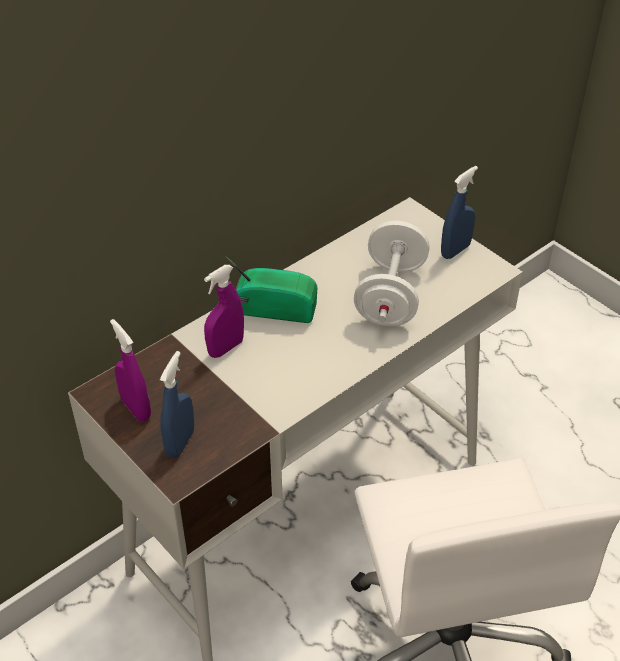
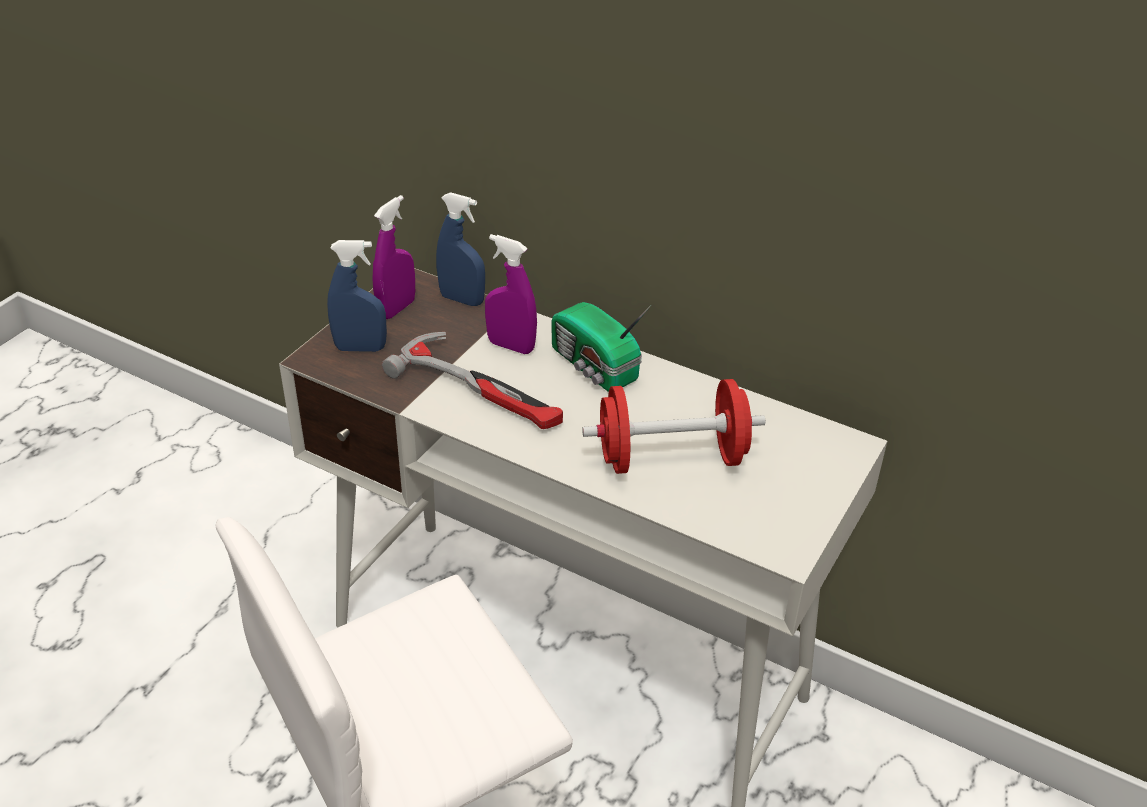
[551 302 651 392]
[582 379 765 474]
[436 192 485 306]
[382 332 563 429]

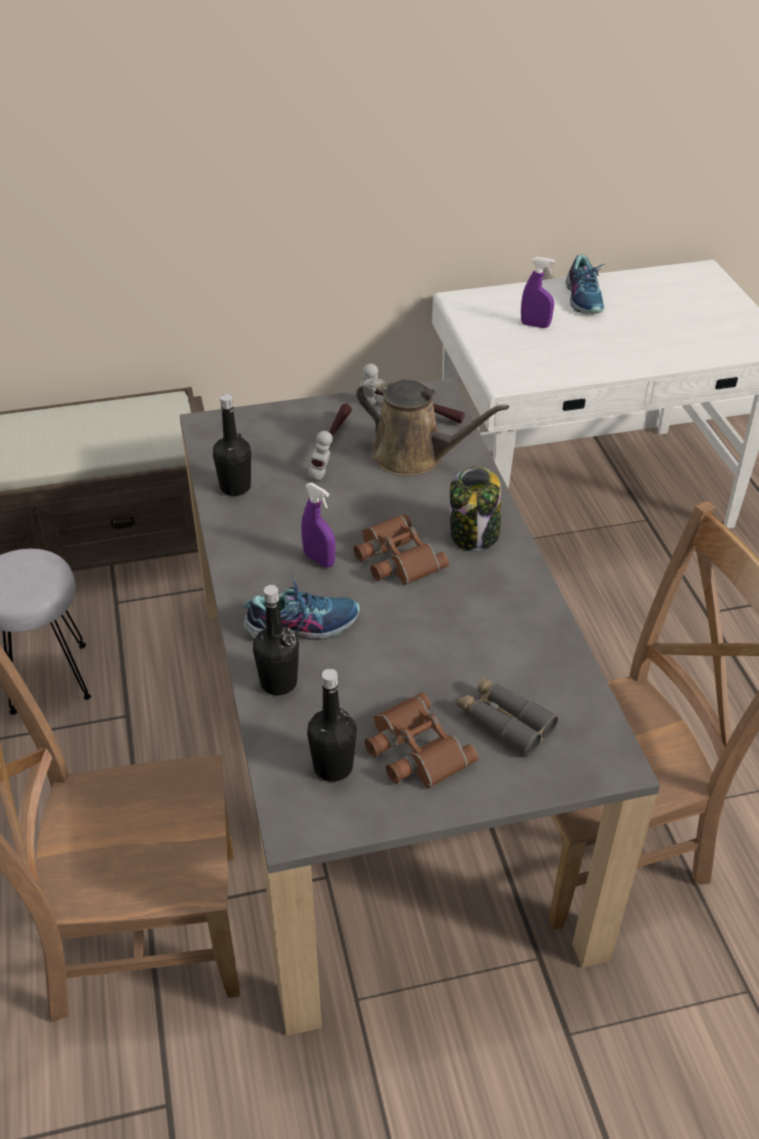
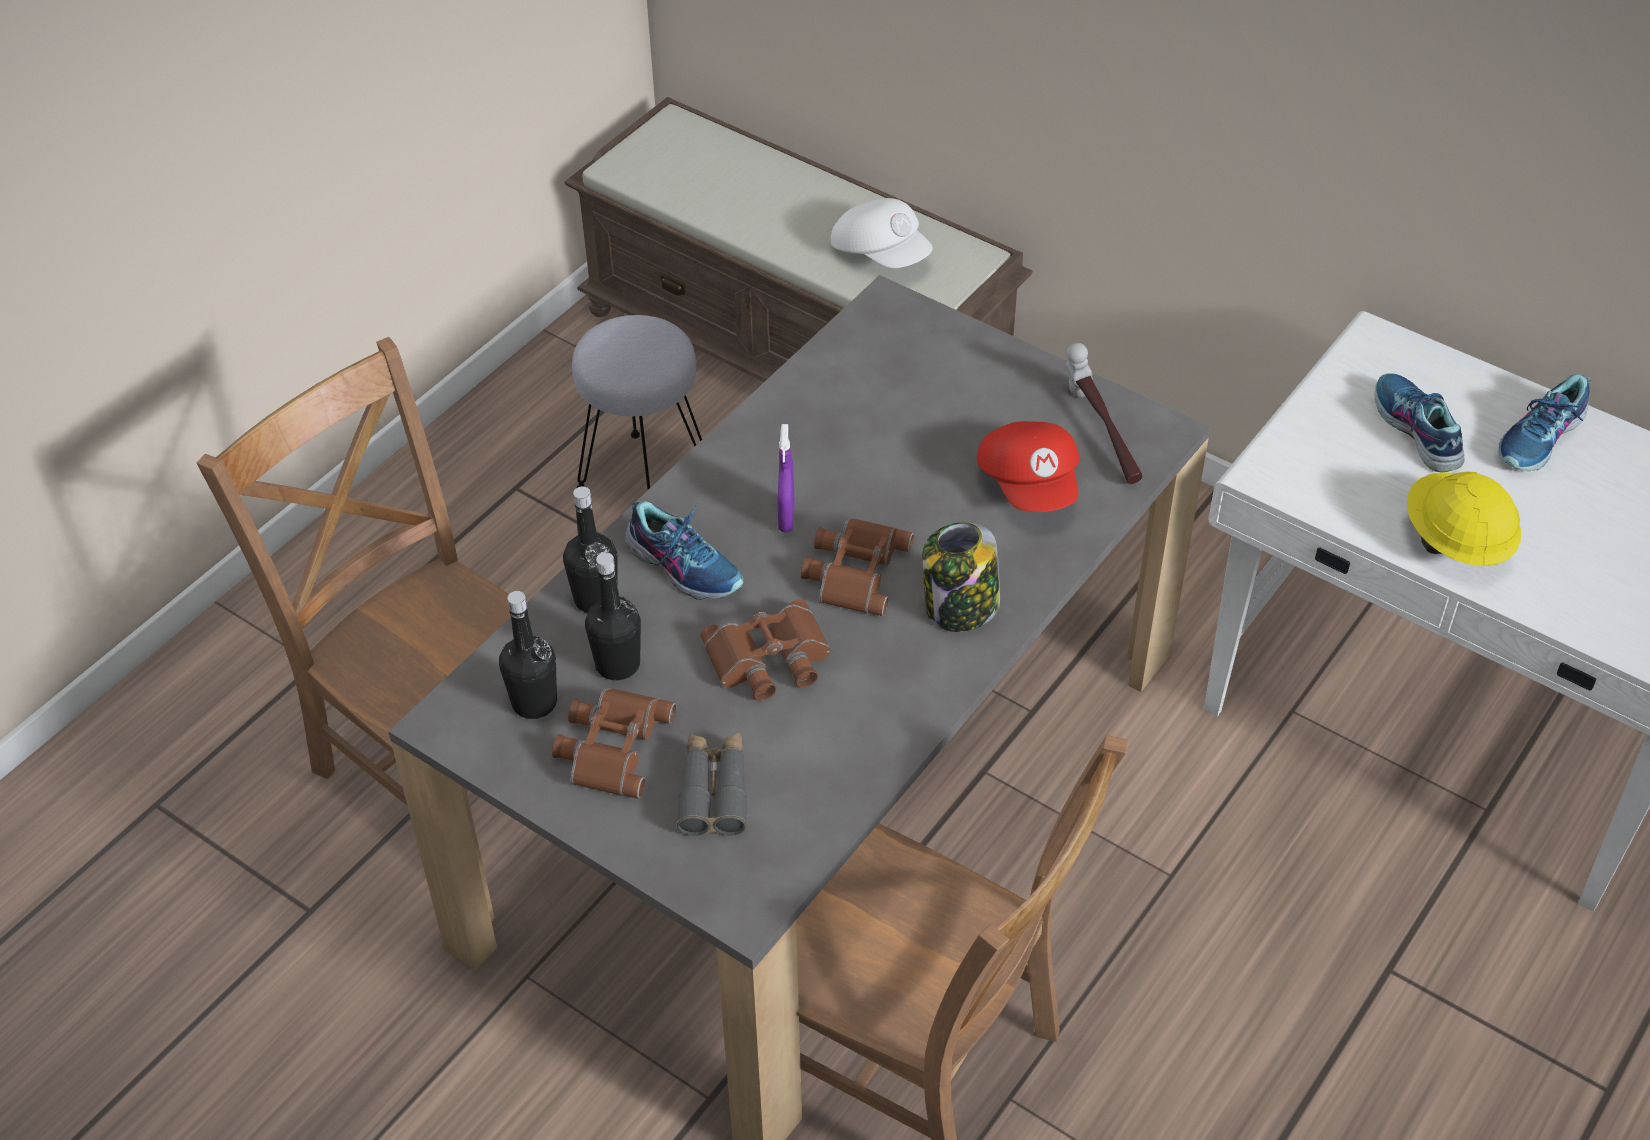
[585 552 641 680]
[308 404 352 480] (first image)
[977 421 1079 512]
[1374 373 1465 472]
[700 599 831 701]
[831 198 933 268]
[1407 472 1521 566]

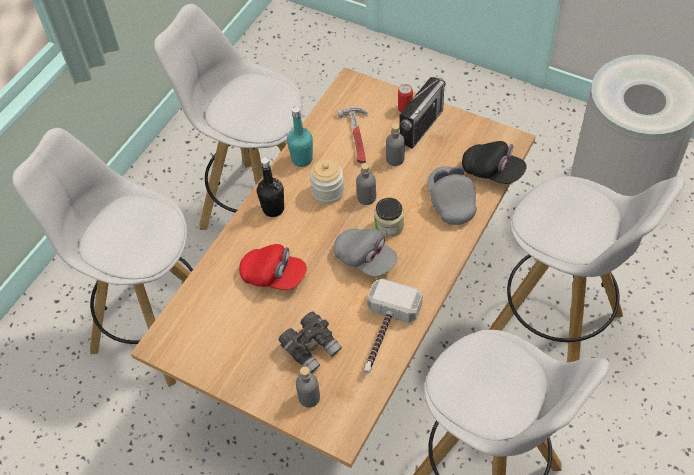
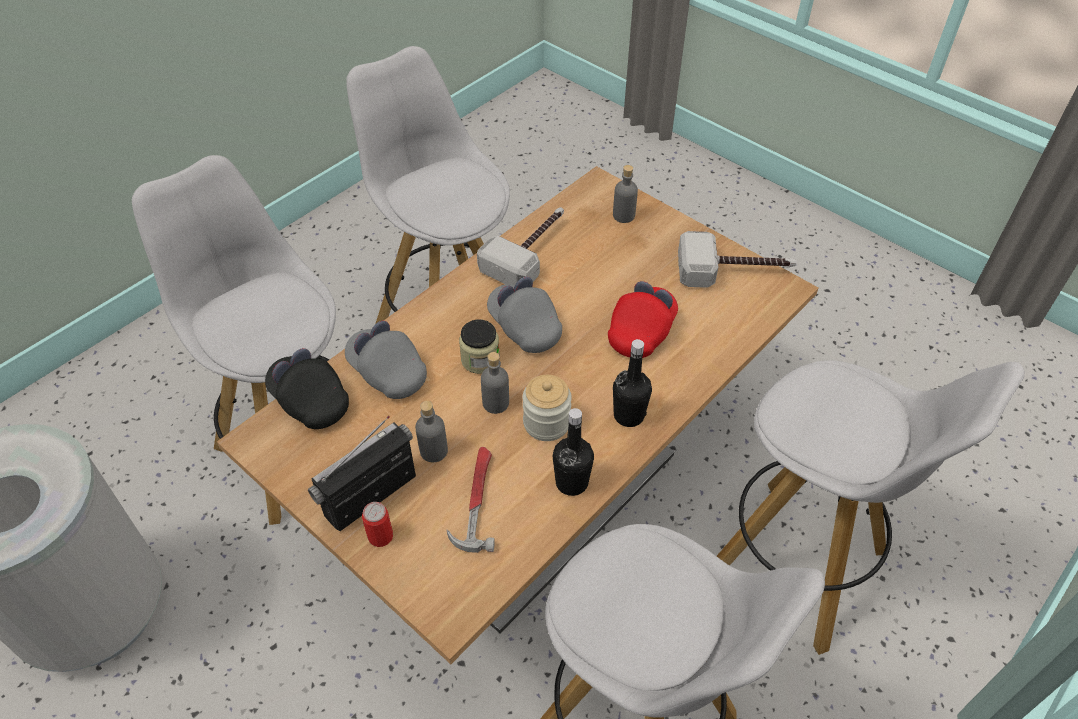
[608 281 678 358]
[278 311 342 373] (first image)
[553 408 594 496]
[345 321 427 399]
[678 231 796 288]

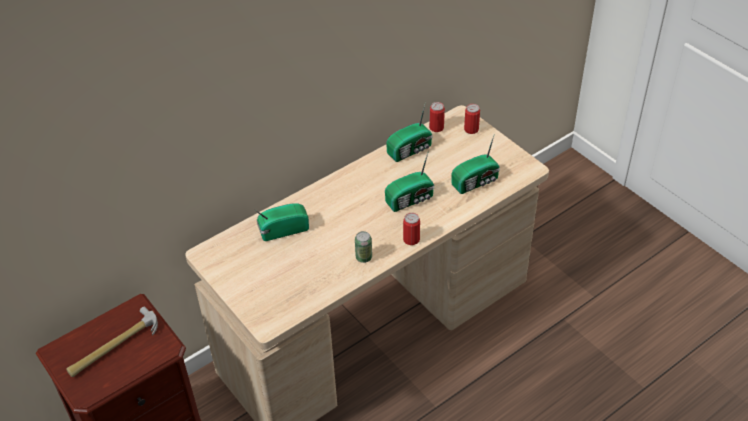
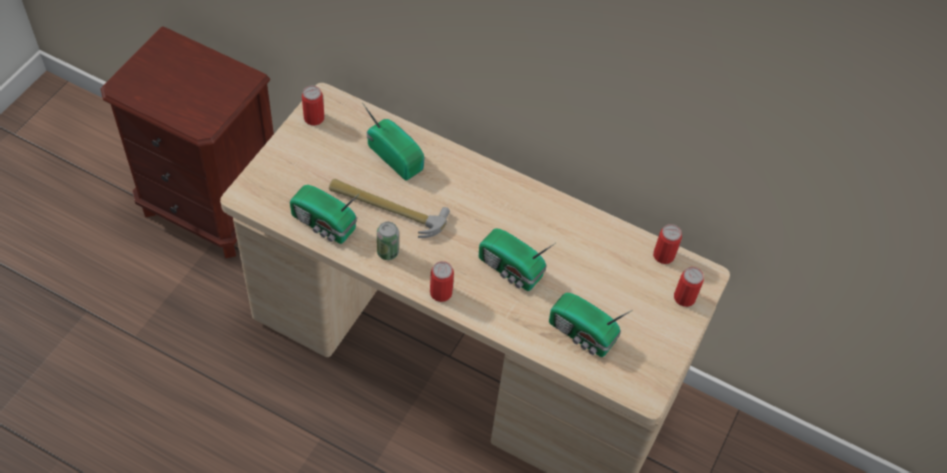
[329 179 450 238]
[290 185 360 244]
[302 86 324 125]

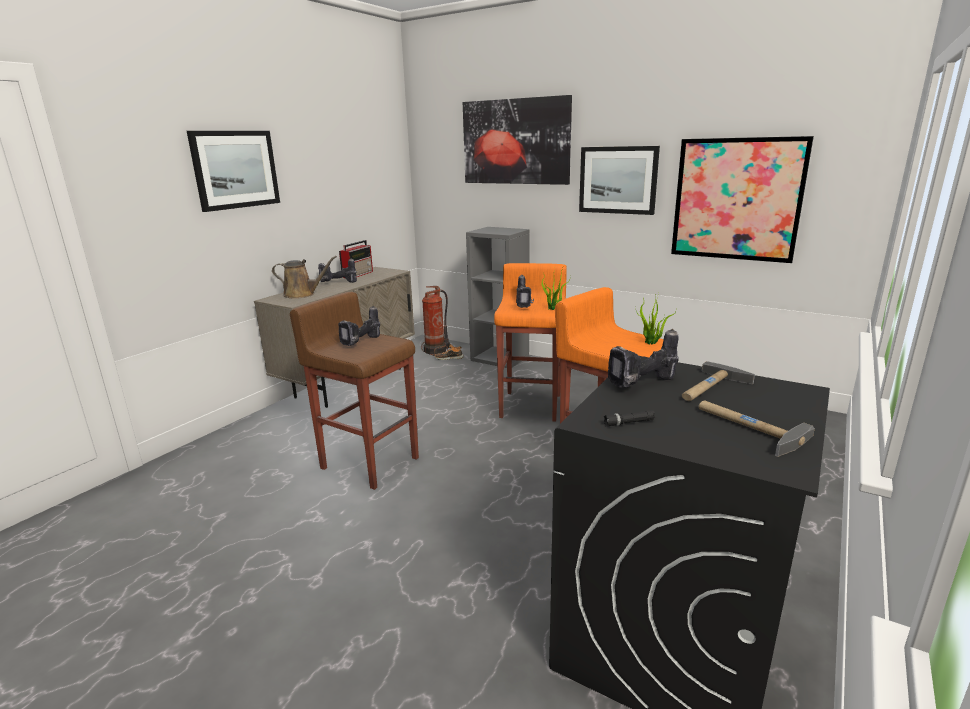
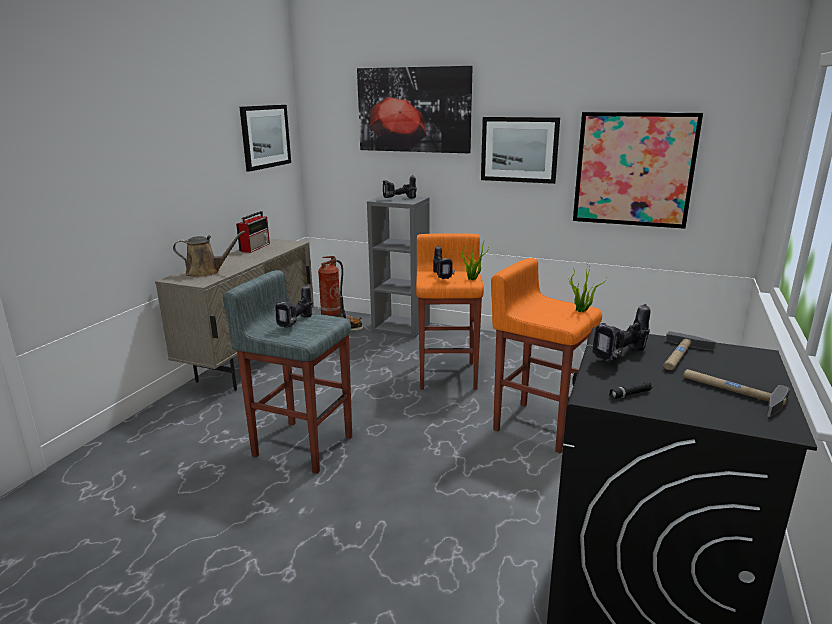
[240 105 291 172]
[223 270 352 474]
[383 175 417 199]

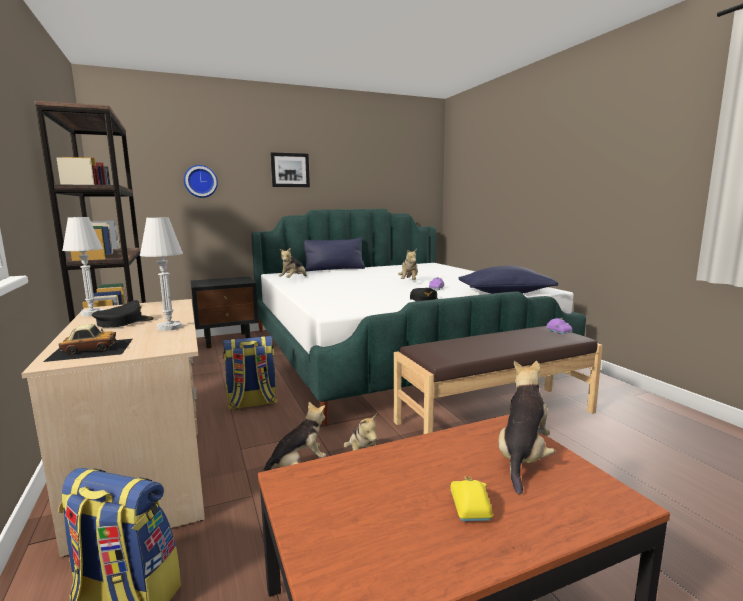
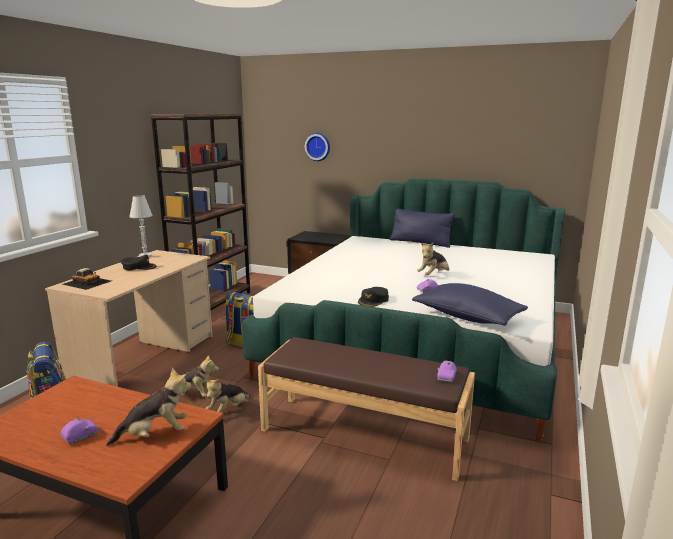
[140 217 183 331] (first image)
[270 152 310 187] (first image)
[279 248 307 278] (first image)
[61 417 98 444]

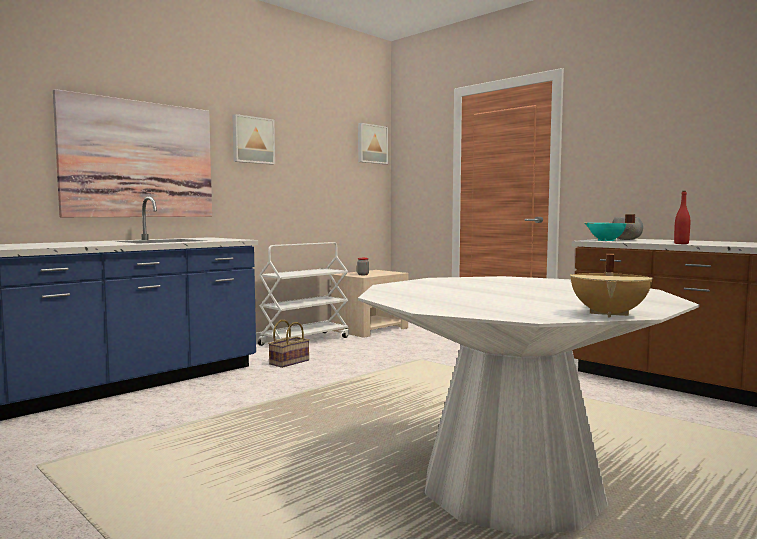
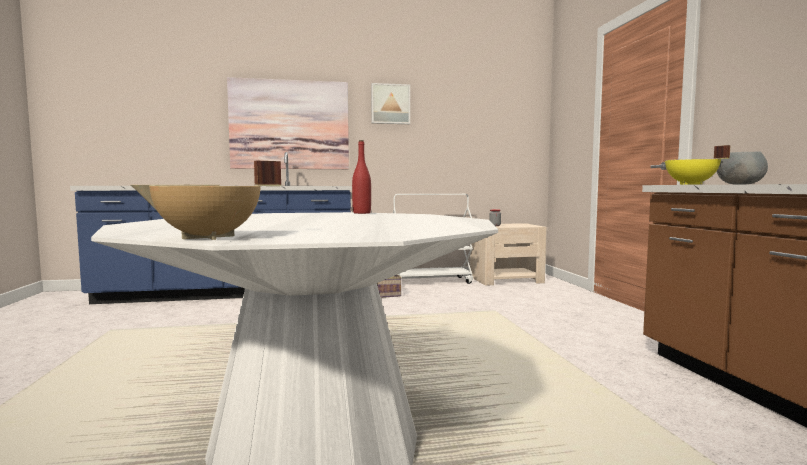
[358 123 388 164] (first image)
[664 145 731 185]
[352 140 371 214]

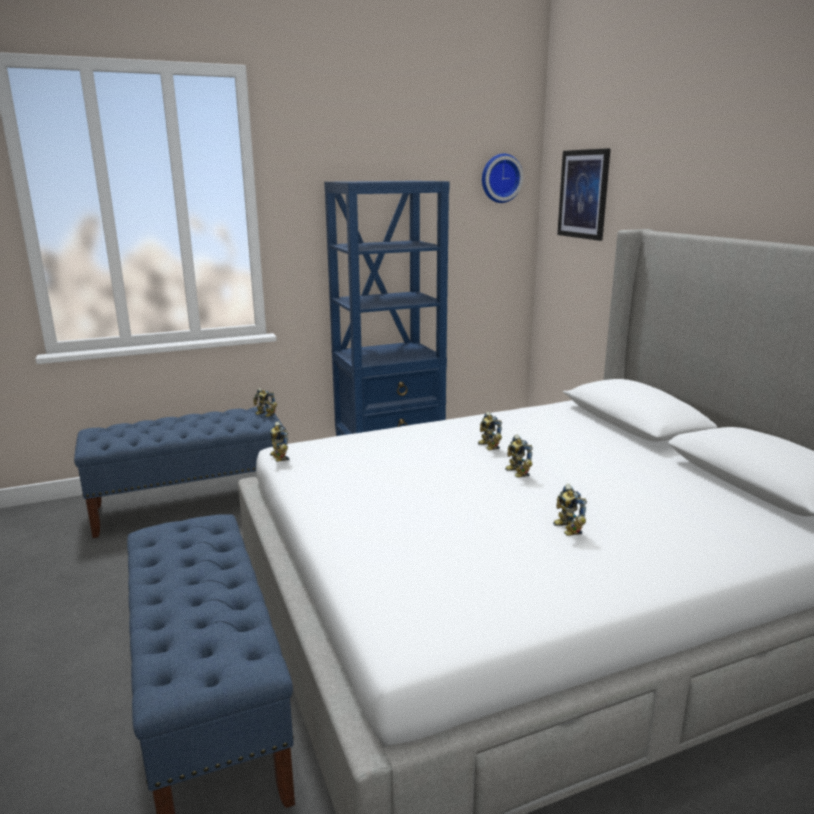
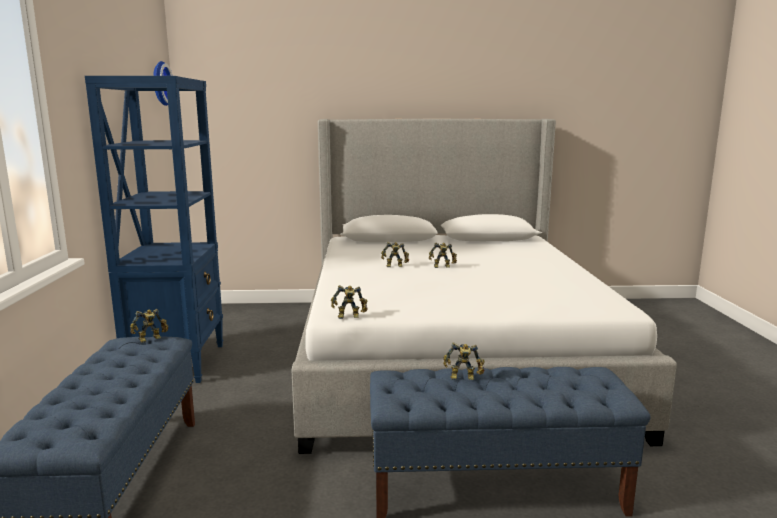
[443 342 485 380]
[557 148 611 241] (first image)

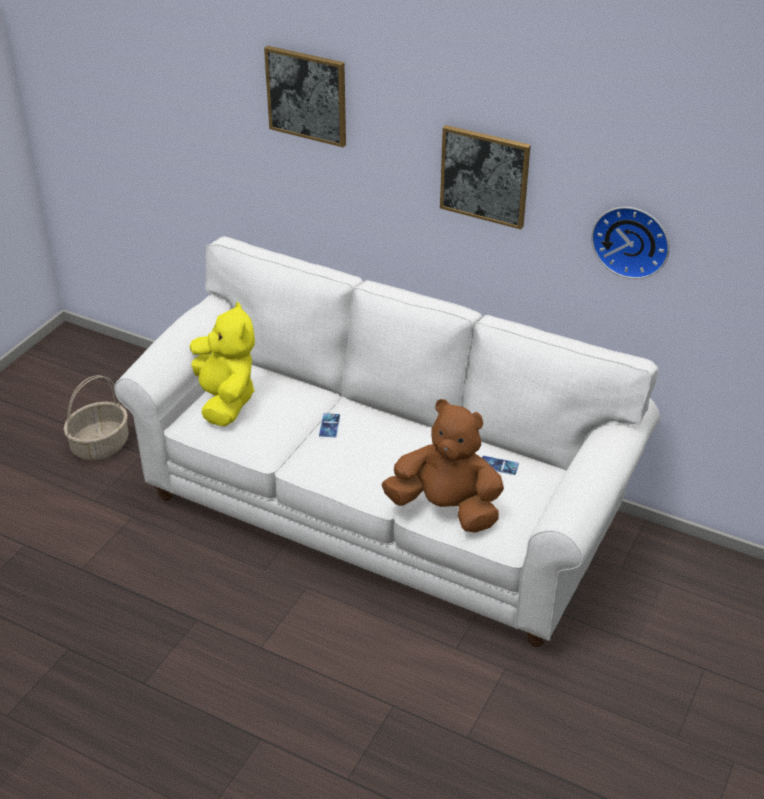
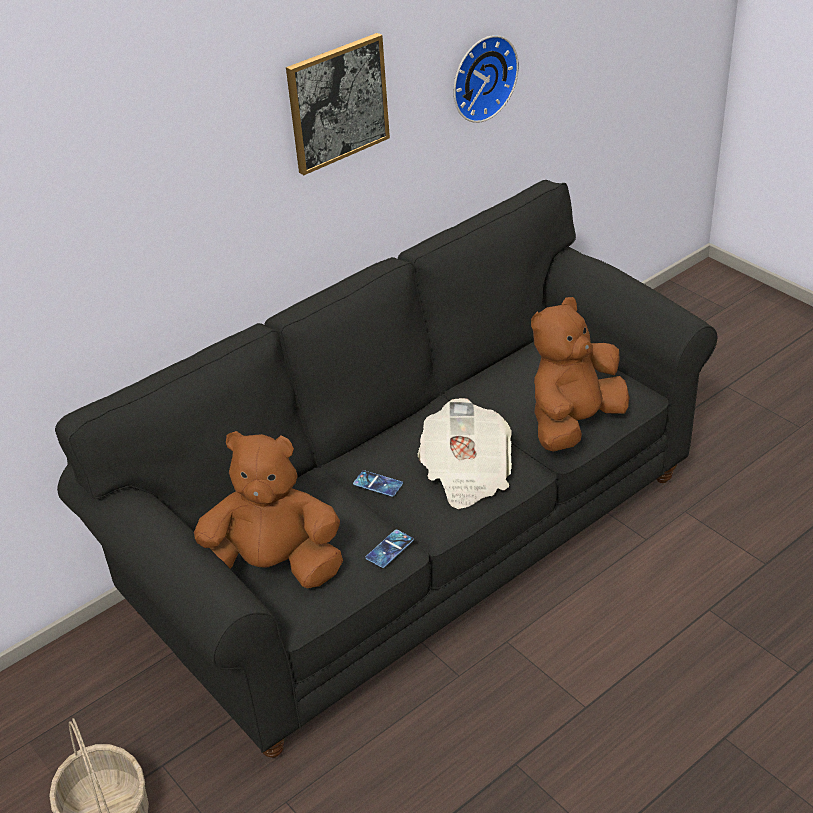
[55 180 717 758]
[194 431 343 588]
[264 46 346 147] (first image)
[365 529 414 568]
[418 398 512 509]

